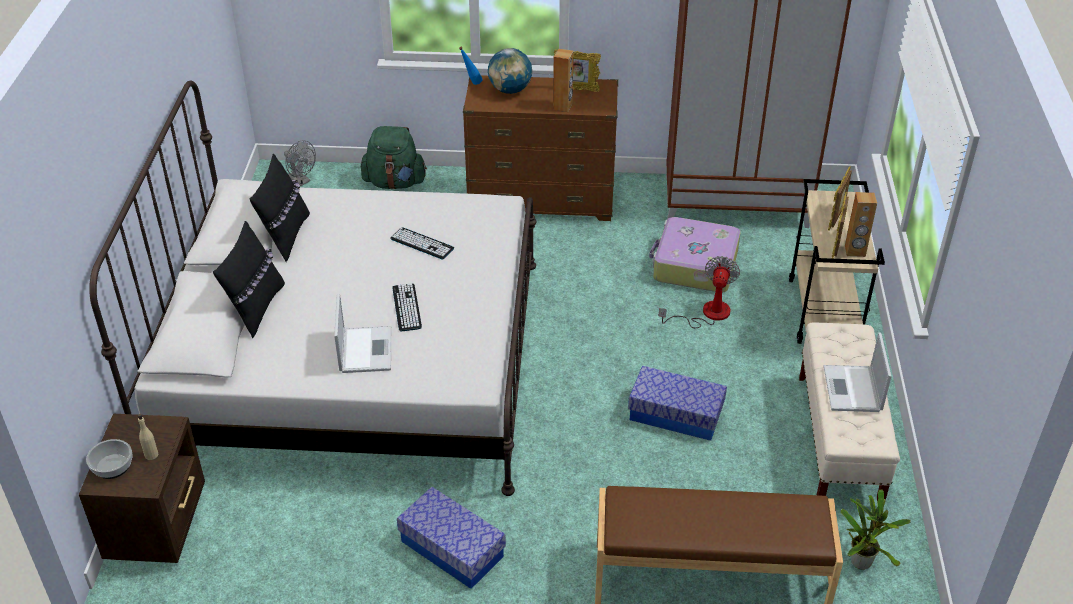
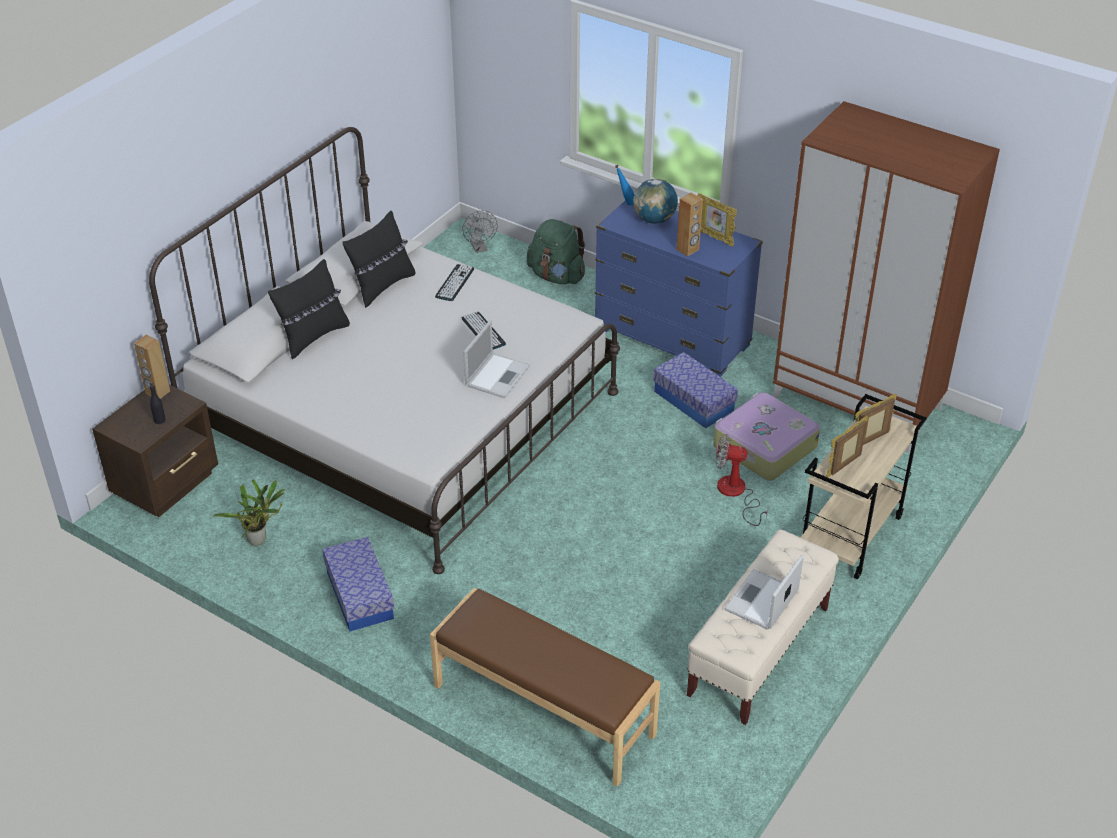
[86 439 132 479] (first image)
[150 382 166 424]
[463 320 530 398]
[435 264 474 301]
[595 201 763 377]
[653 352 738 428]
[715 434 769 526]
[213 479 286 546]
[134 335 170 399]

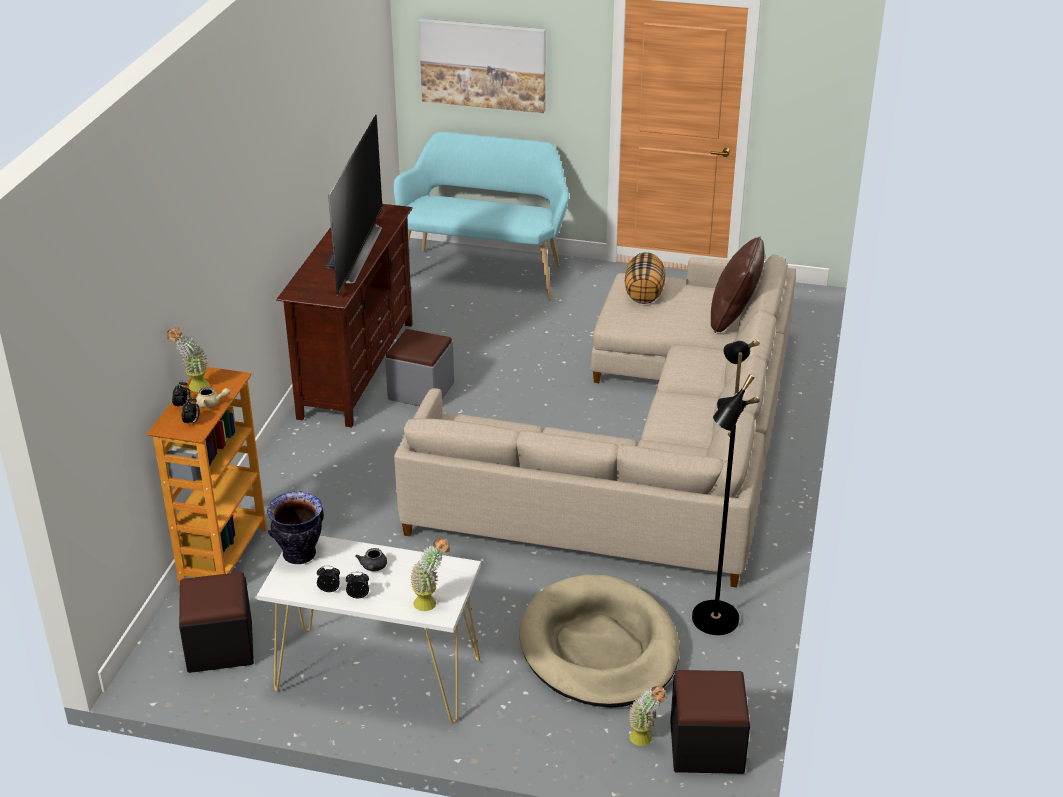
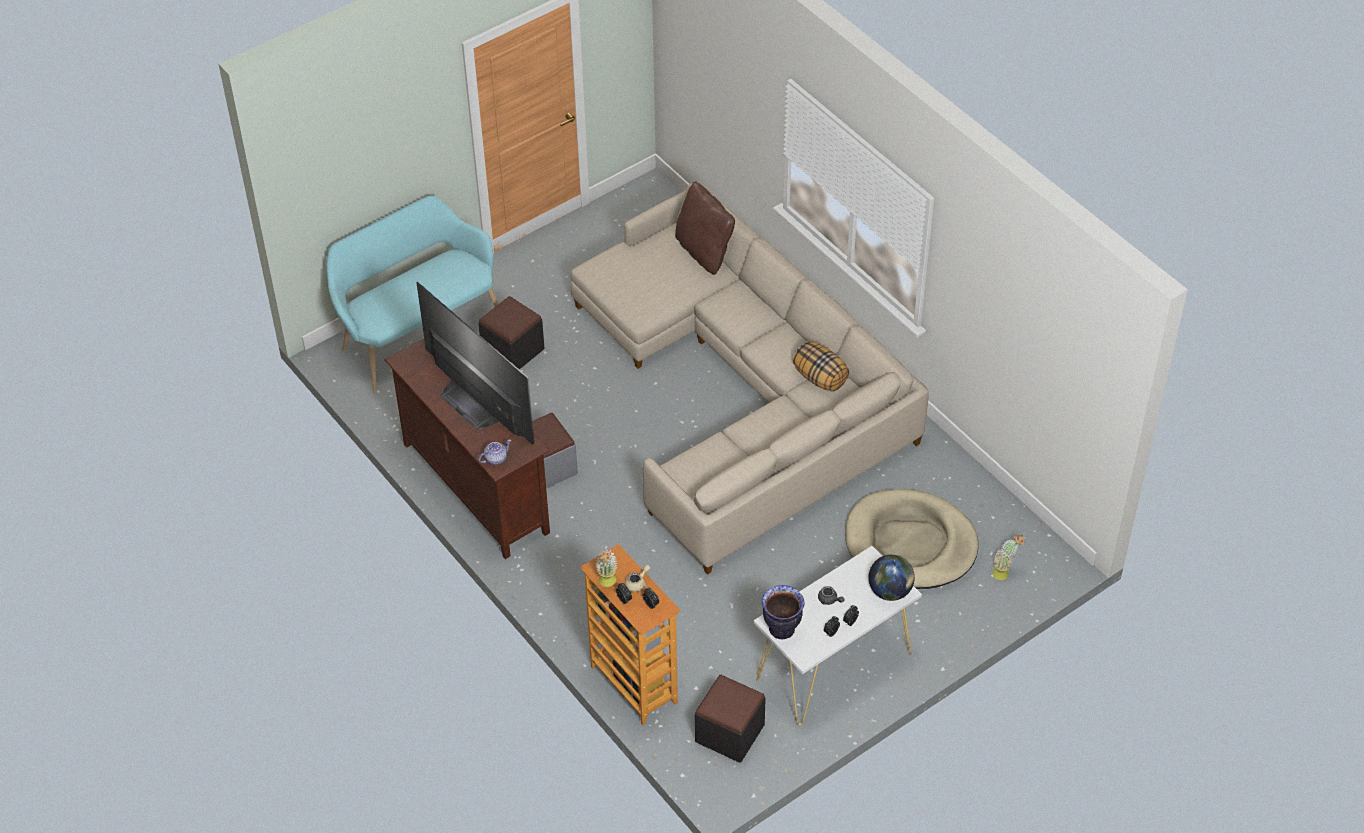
[868 555 915 601]
[419 19 546 113] (first image)
[792 341 849 392]
[478 296 545 369]
[692 339 760 635] (first image)
[478 440 511 465]

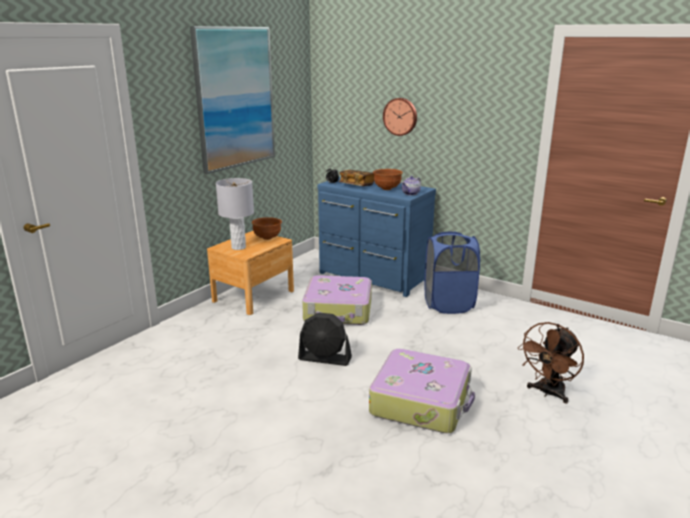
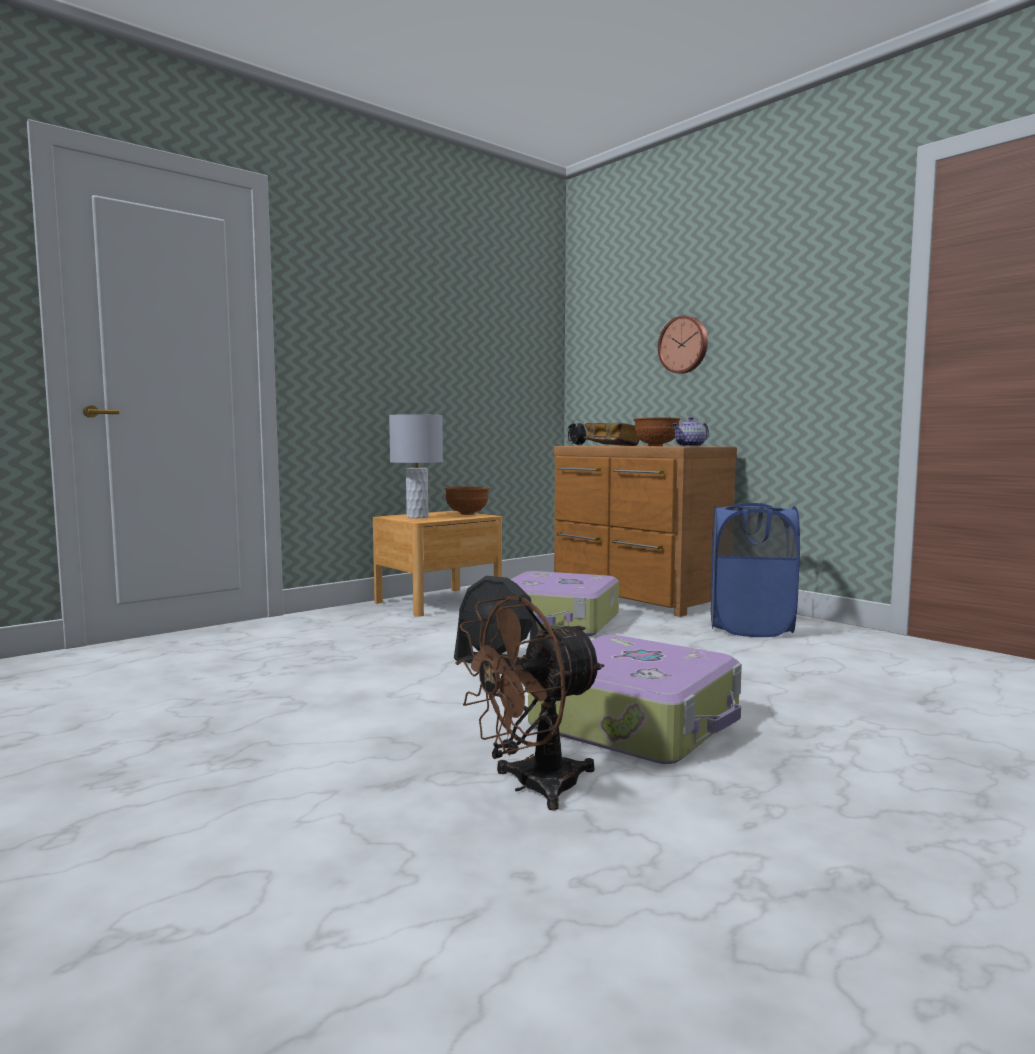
[190 26 275 174] (first image)
[554 446 737 617]
[455 596 605 811]

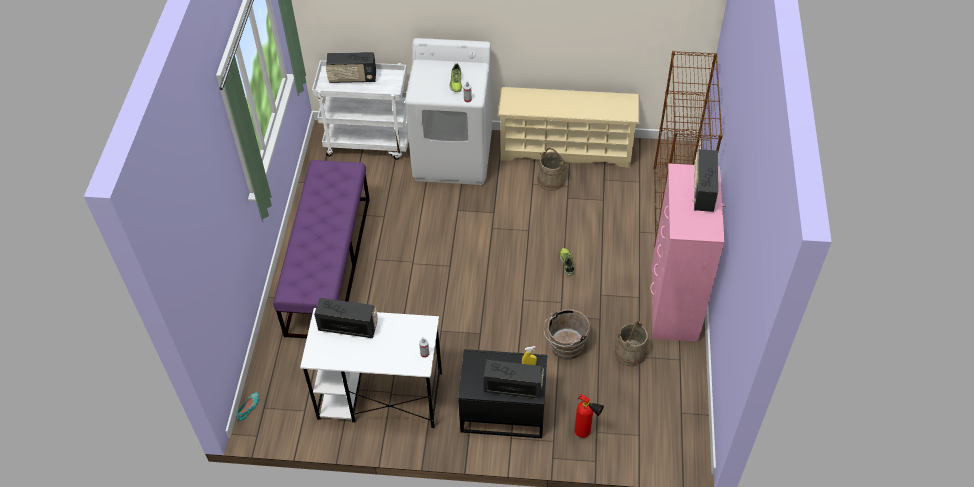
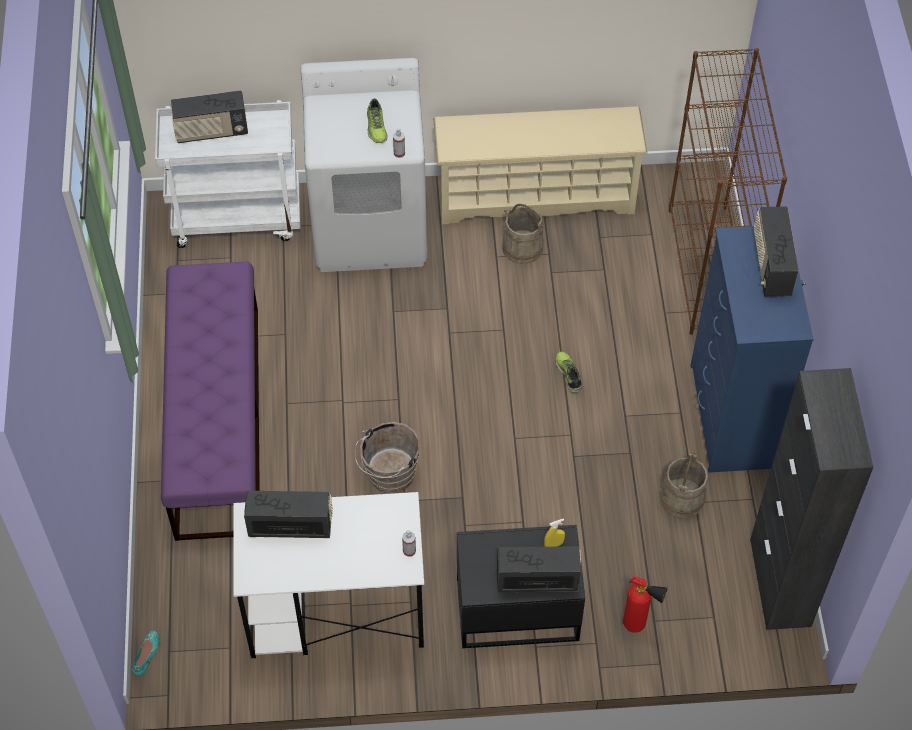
[354 422 420 494]
[690 226 814 473]
[750 368 873 630]

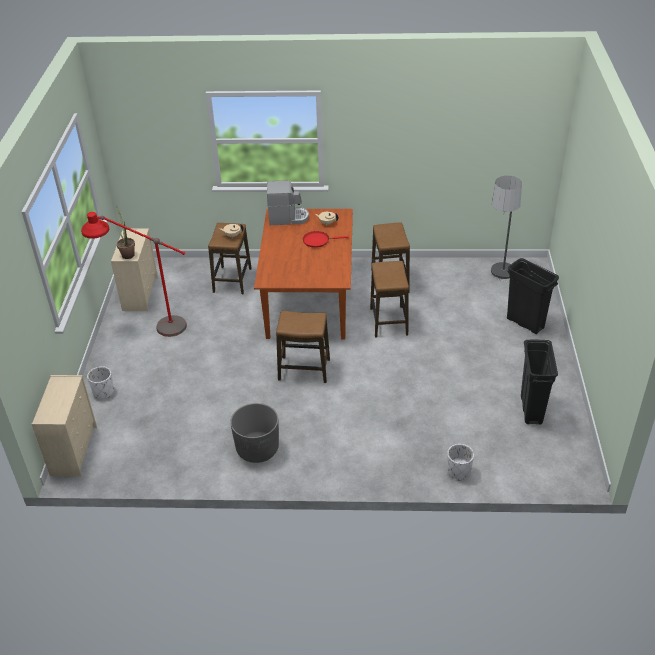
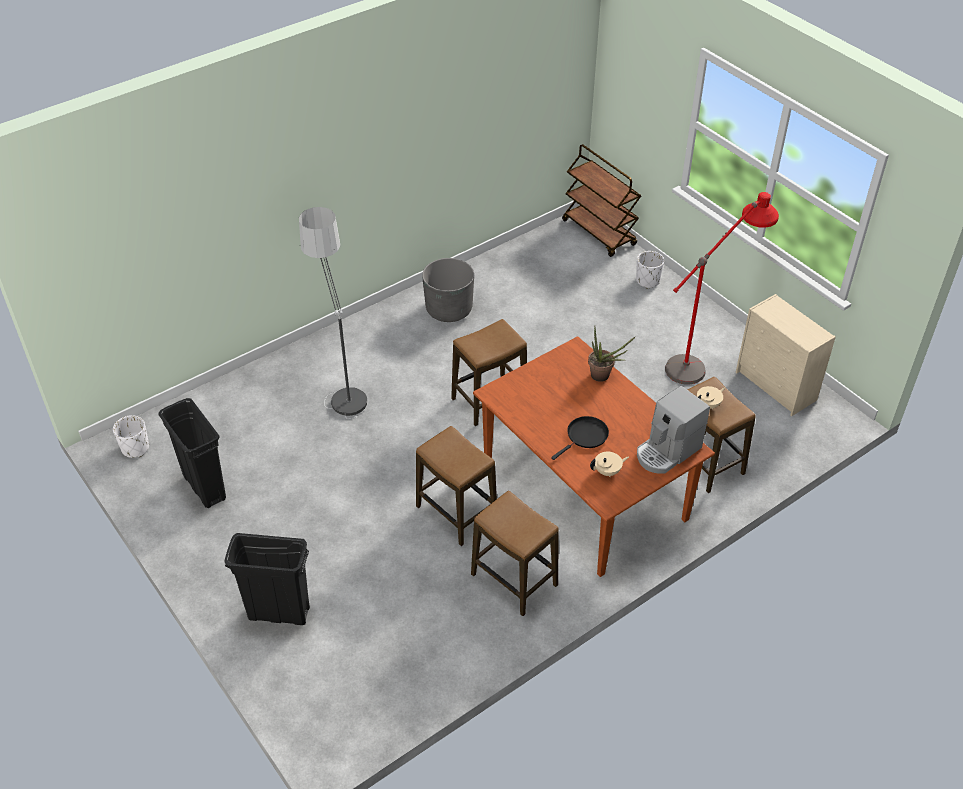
[562 144 641 257]
[588 327 635 382]
[551 416 609 460]
[113 415 149 458]
[299 207 367 419]

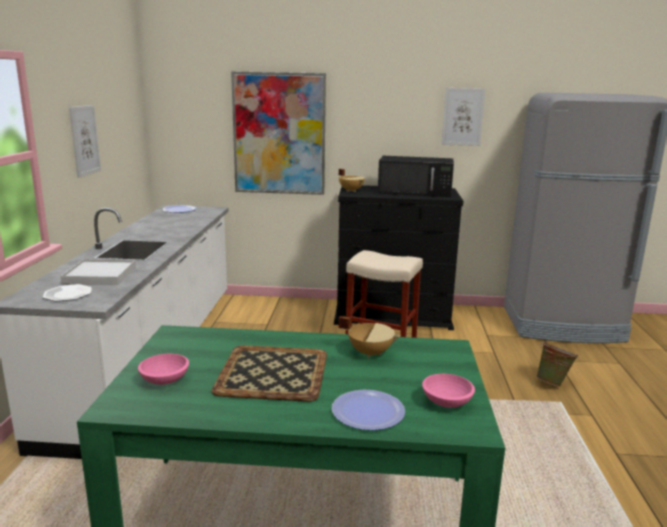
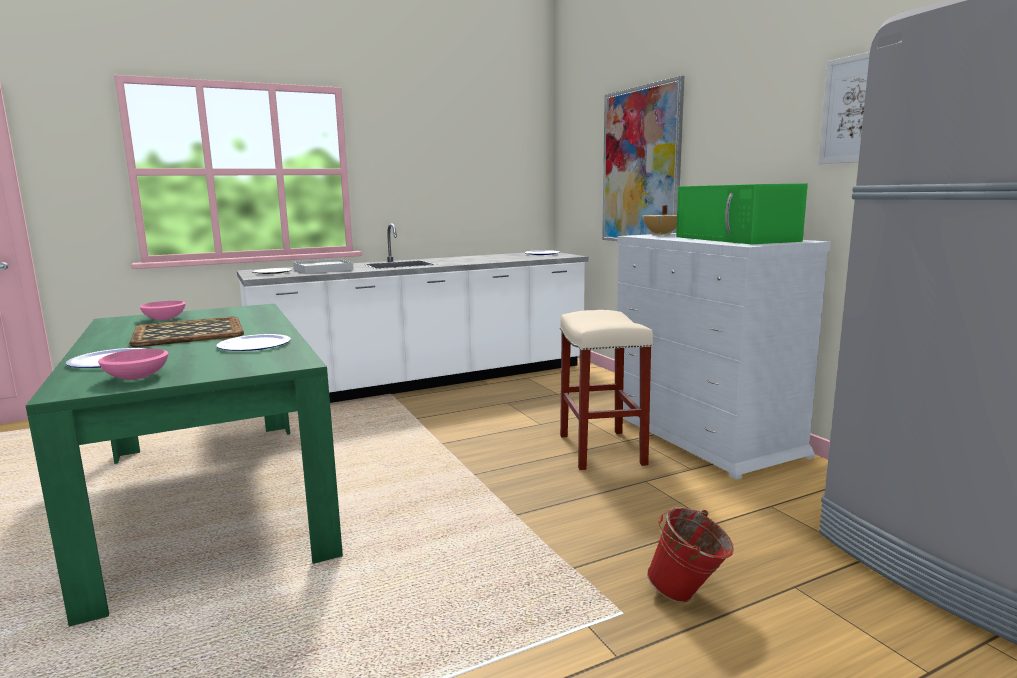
[69 105 101 178] (first image)
[617 233 831 480]
[216 334 291 351]
[676 183 808 244]
[647 507 734 603]

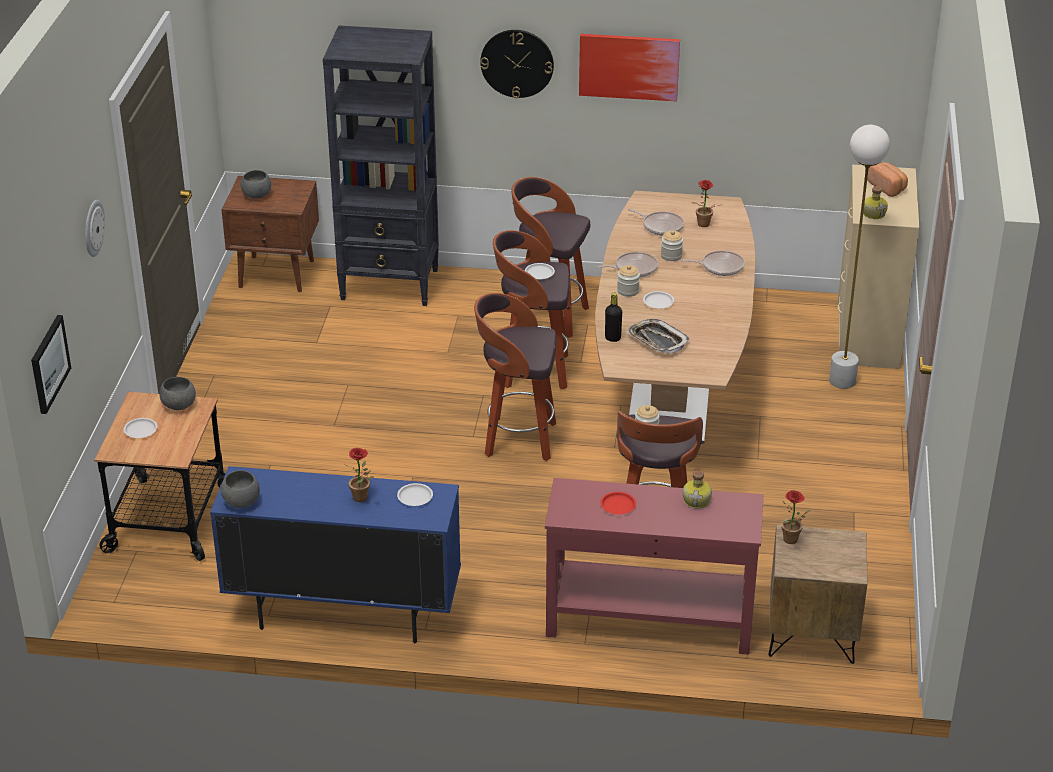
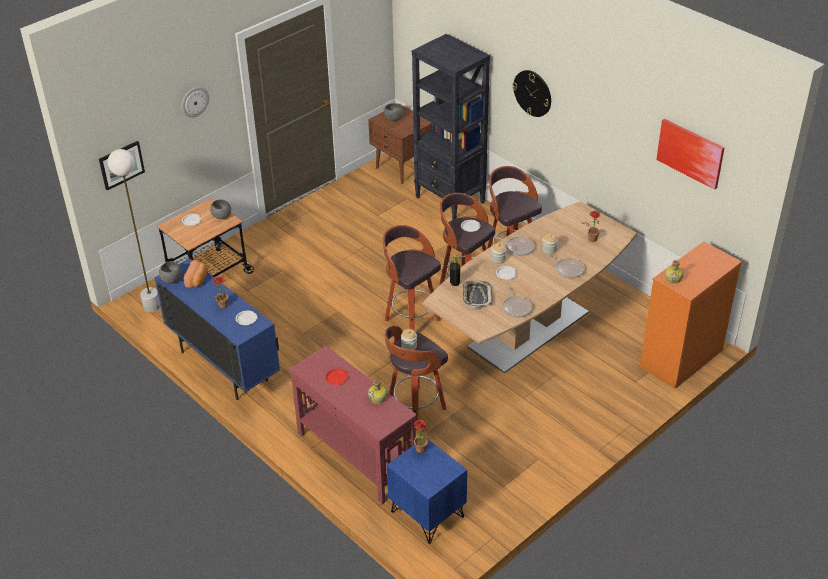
[656 119 724 190]
[502 286 532 317]
[387 440 467 544]
[107 149 160 312]
[640 241 742 389]
[184 260 208 288]

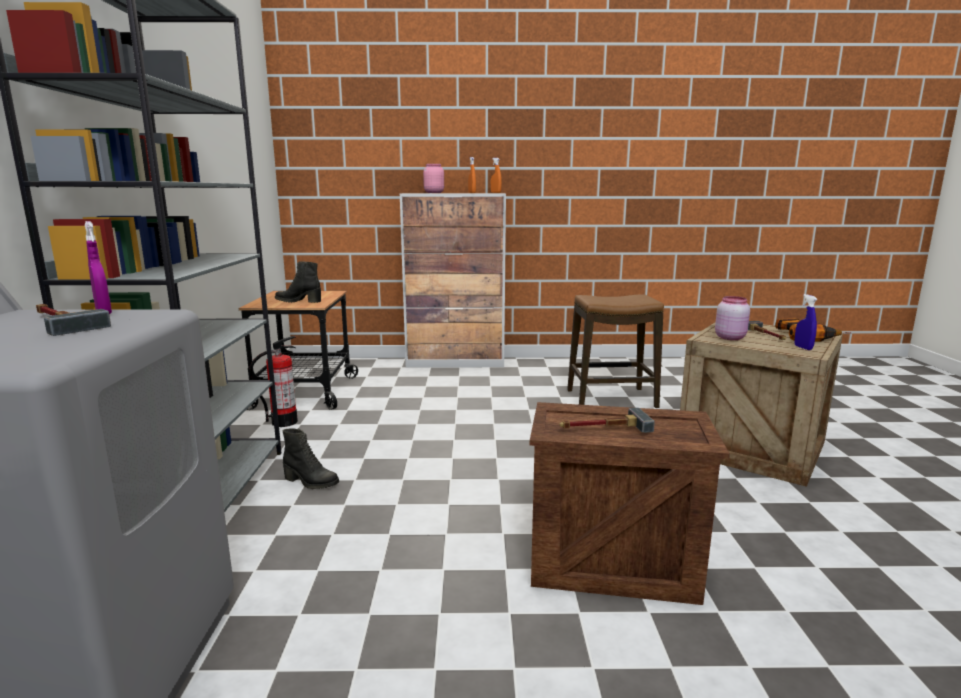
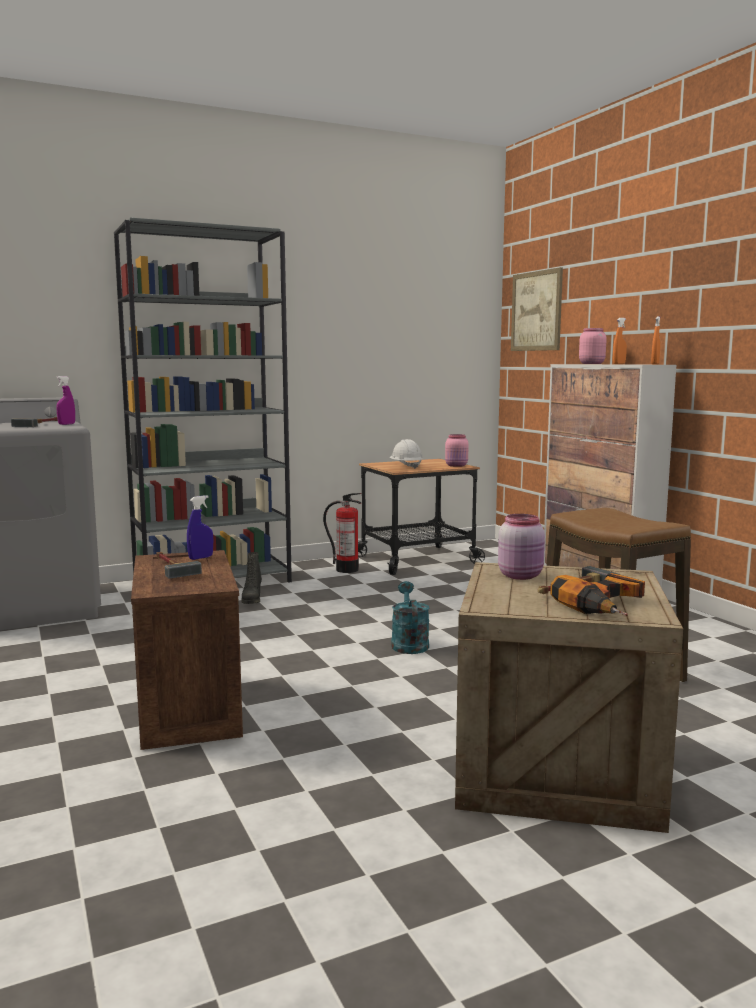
[390 439 423 469]
[187 495 213 560]
[391 581 429 654]
[445 434 469 467]
[511 267 563 351]

